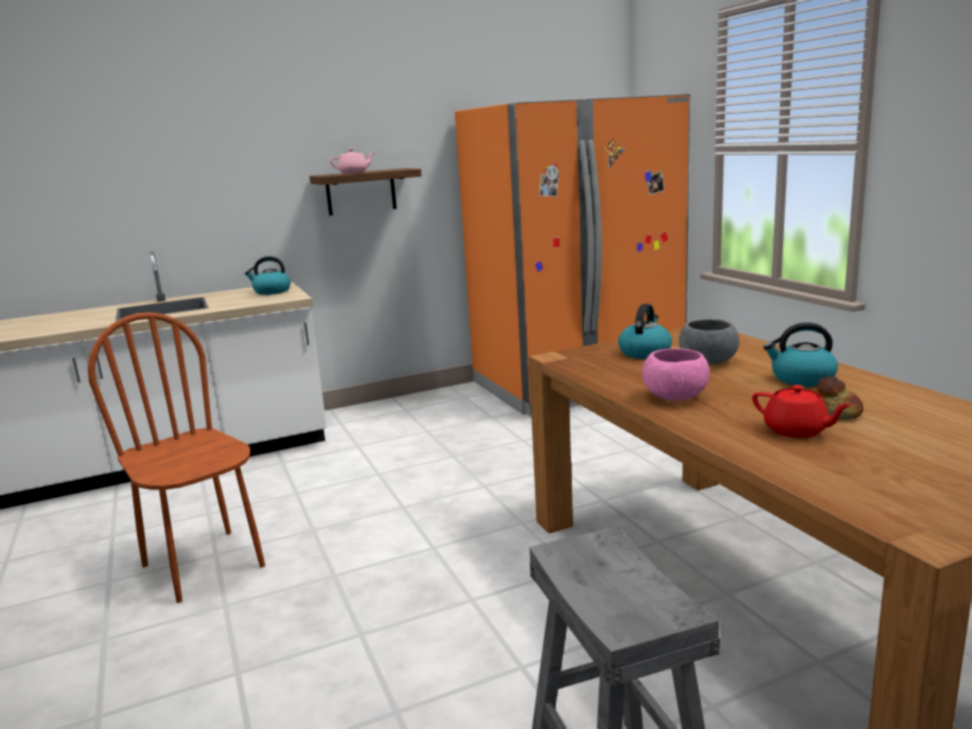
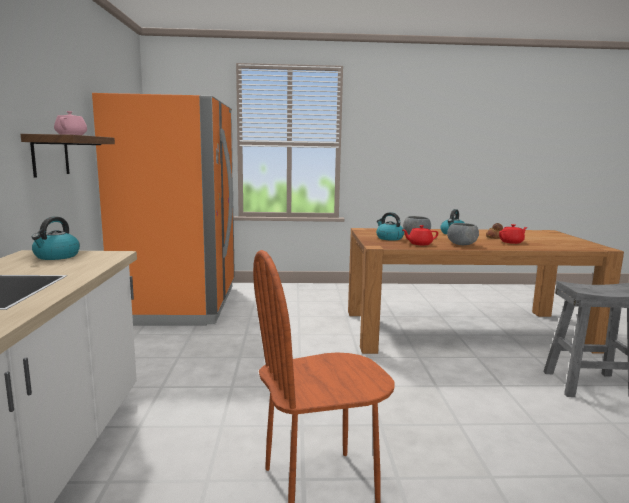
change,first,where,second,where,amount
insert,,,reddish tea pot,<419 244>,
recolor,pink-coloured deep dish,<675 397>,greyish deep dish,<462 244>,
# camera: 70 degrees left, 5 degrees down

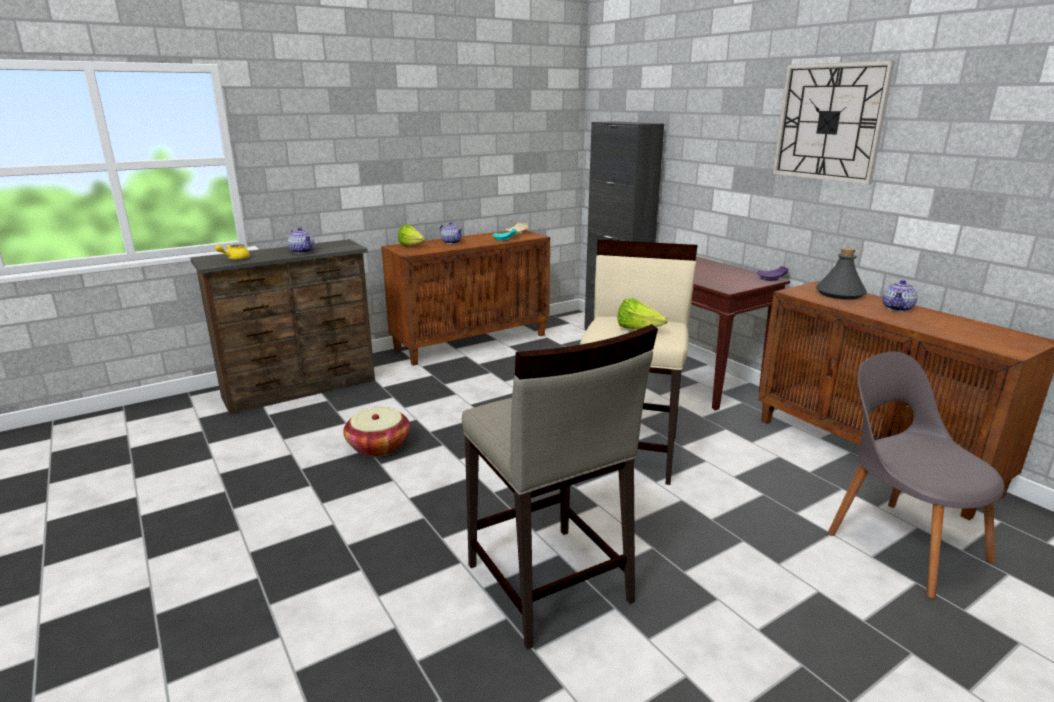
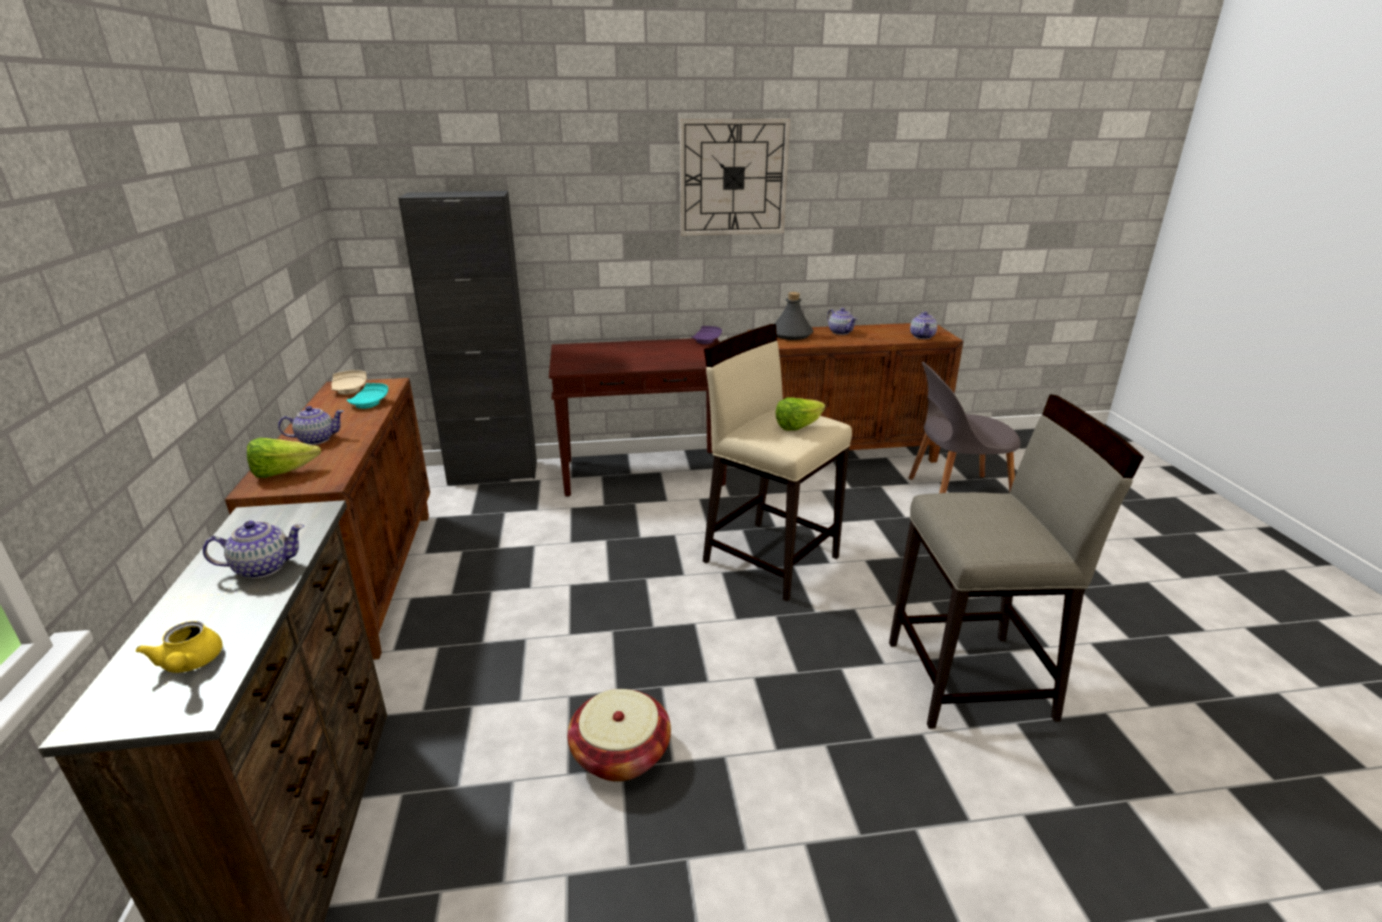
change,first,where,second,where,amount
insert,,,tea pot,<922 336>,
# camera: 65 degrees left, 5 degrees up

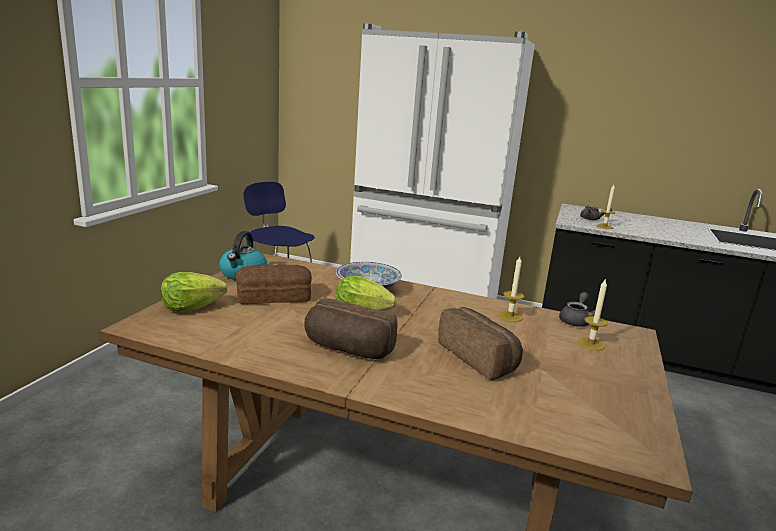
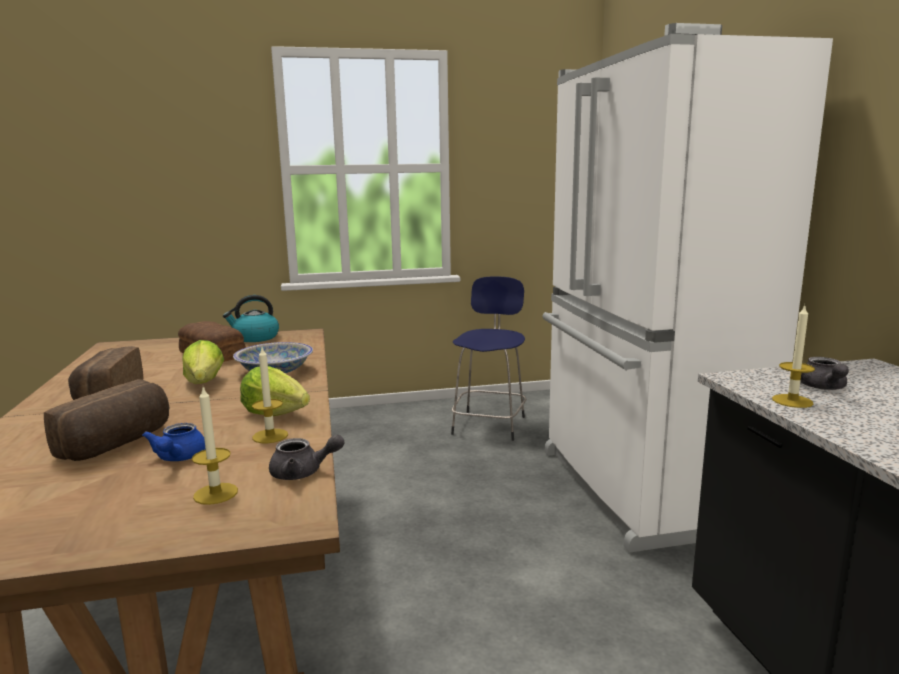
change,first,where,second,where,amount
insert,,,blue-coloured tea pot,<178 458>,
move,head of lettuce,<191 308>,,<275 414>,
# camera: 60 degrees right, 5 degrees down

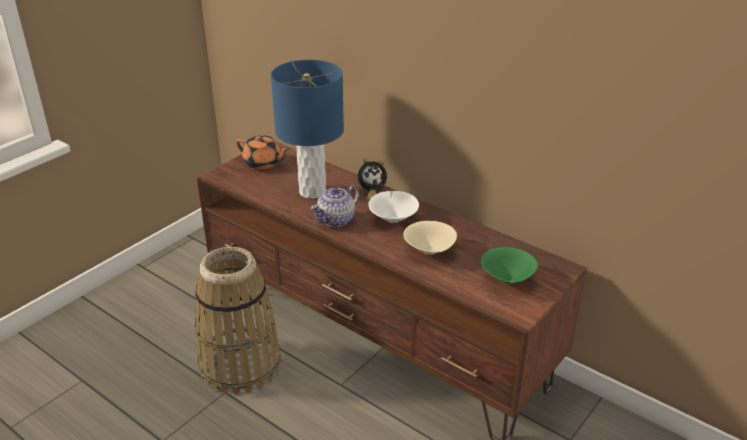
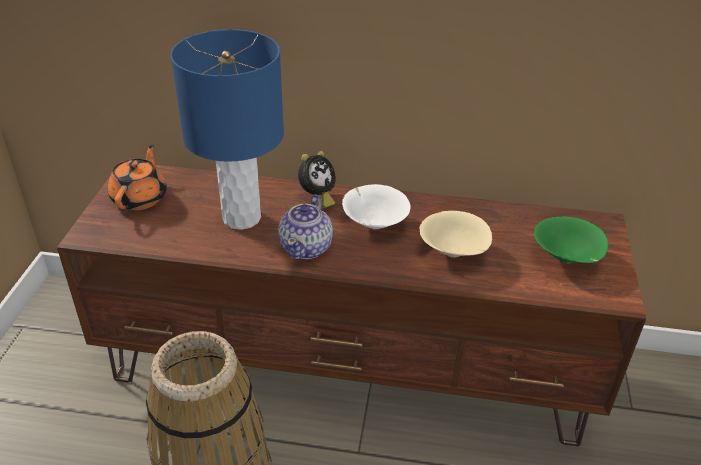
change,first,where,second,where,amount
rotate,orangey tea pot,<263 163>,,<140 198>,75 degrees counterclockwise
# camera: 30 degrees left, 5 degrees up

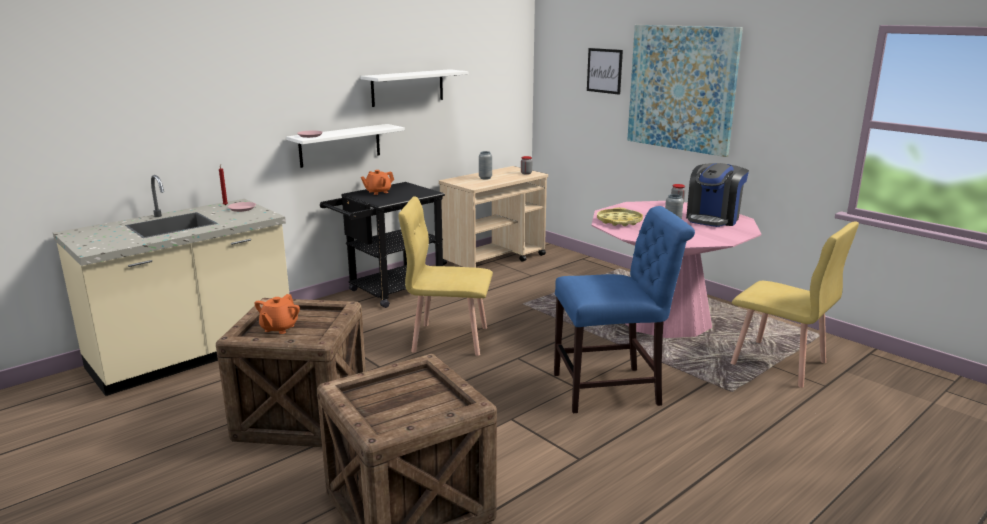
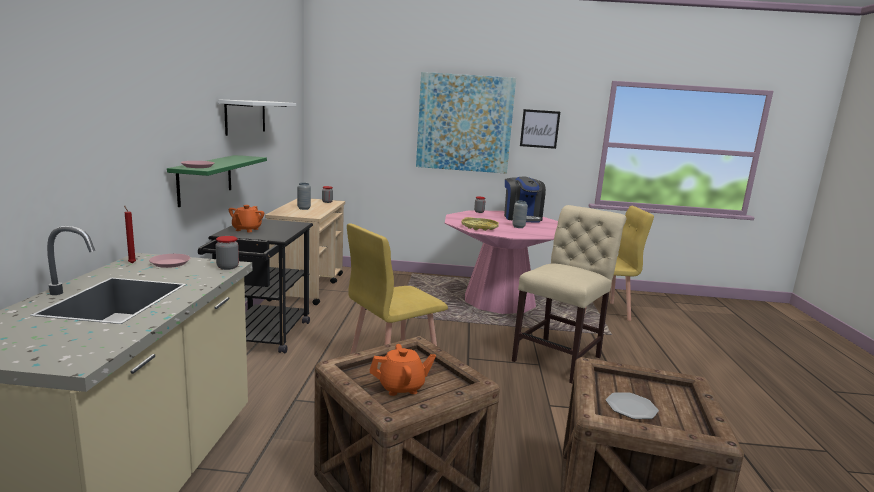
change,first,where,second,where,amount
recolor,white shelf,<340 145>,greenish shelf,<205 179>,
insert,,,preserve jar,<227 267>,
rotate,orangey tea pot,<279 328>,,<401 387>,75 degrees counterclockwise
recolor,blue-coloured plain chair,<613 389>,beige-coloured plain chair,<560 357>,
move,wall art,<604 70>,,<539 129>,
insert,,,dinner plate,<630 407>,
# camera: 45 degrees left, 5 degrees down

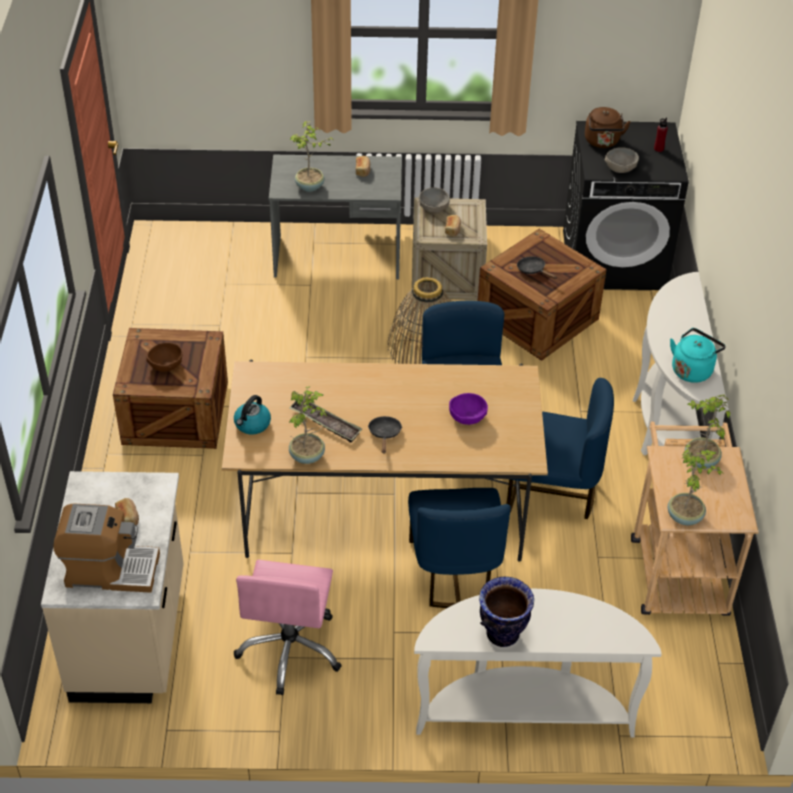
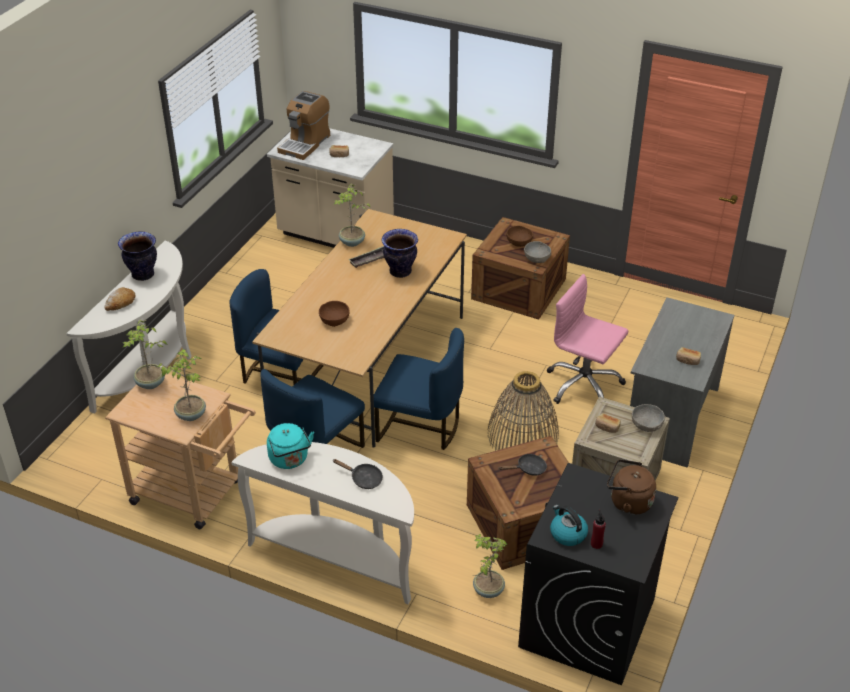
change,first,where,second,where,amount
insert,,,bakery bread,<120 303>,
recolor,purple-coloured deep dish,<467 417>,brown deep dish,<334 321>,
move,black-coloured pan,<385 434>,,<363 479>,
insert,,,decorative vase,<400 271>,
move,potted plant,<310 187>,,<487 590>,
move,greyish deep dish,<620 168>,,<537 259>,
move,pink-coloured desk chair,<290 649>,,<583 385>,
move,tea kettle,<252 424>,,<567 534>,
# camera: 115 degrees right, 5 degrees down

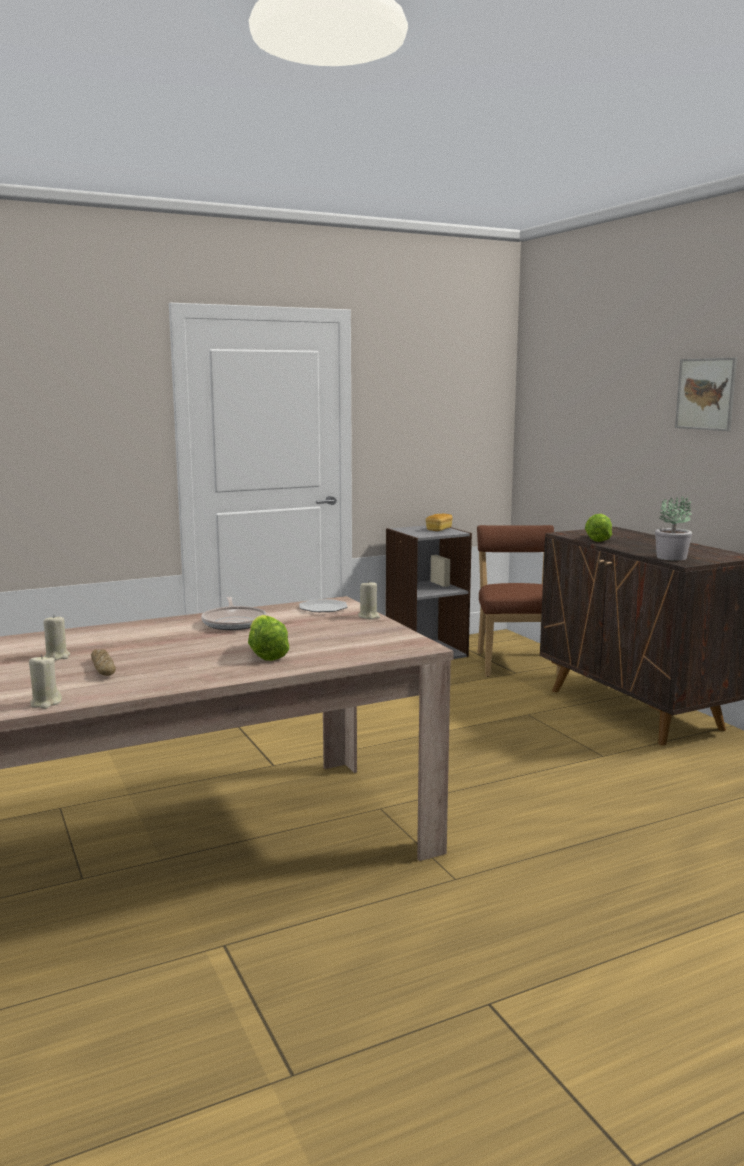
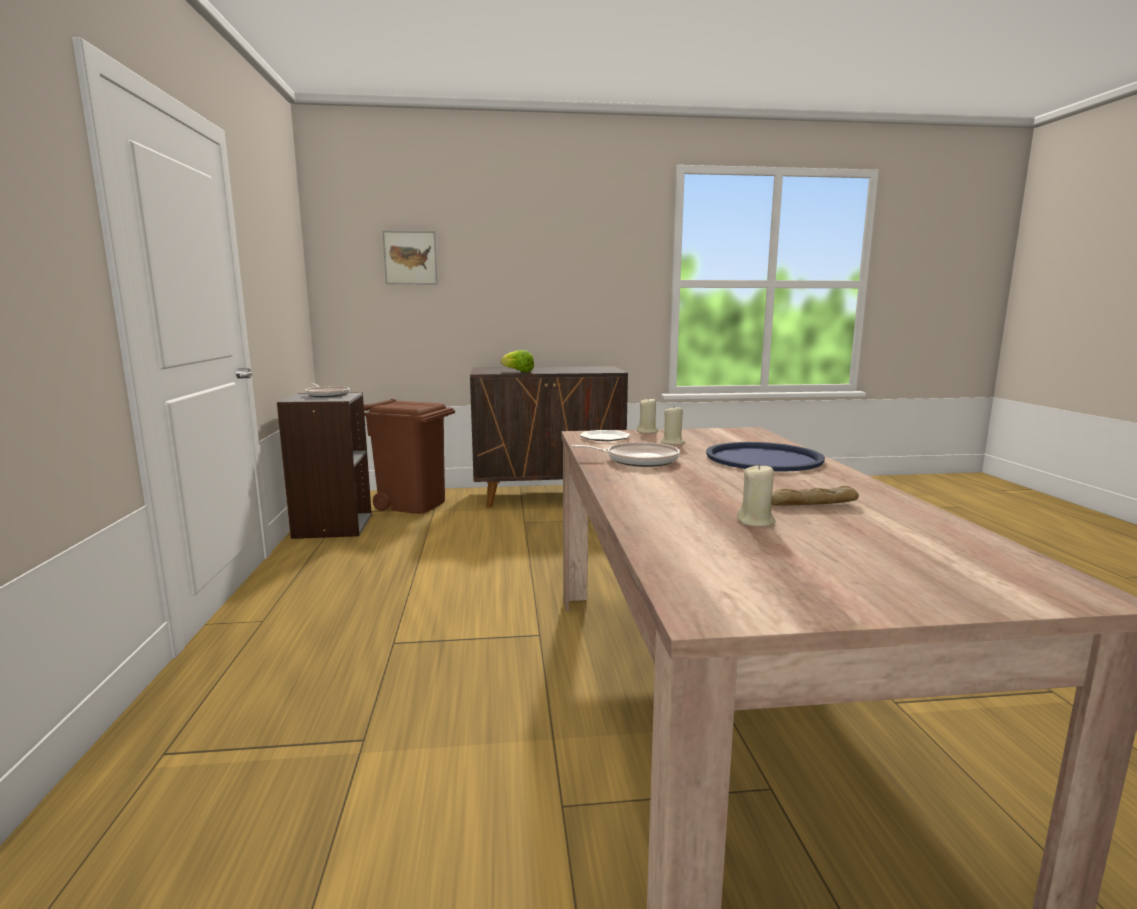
change,first,where,second,where,amount
replace,bakery bread,<439 529>,pan,<327 395>,
replace,brown plain chair,<516 663>,brown trash can,<413 504>,
move,wall art,<705 394>,,<410 257>,
move,beige-coloured wax candle,<45 703>,,<673 443>,
replace,head of lettuce,<266 654>,blue-coloured carrying tray,<763 458>,
delete,potted plant,<672 557>,,,
# camera: 70 degrees left, 0 degrees up

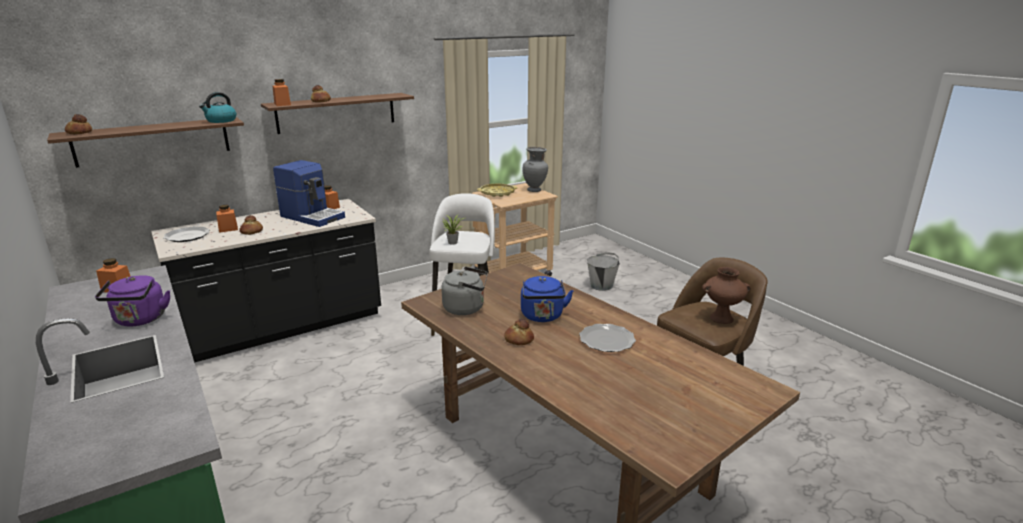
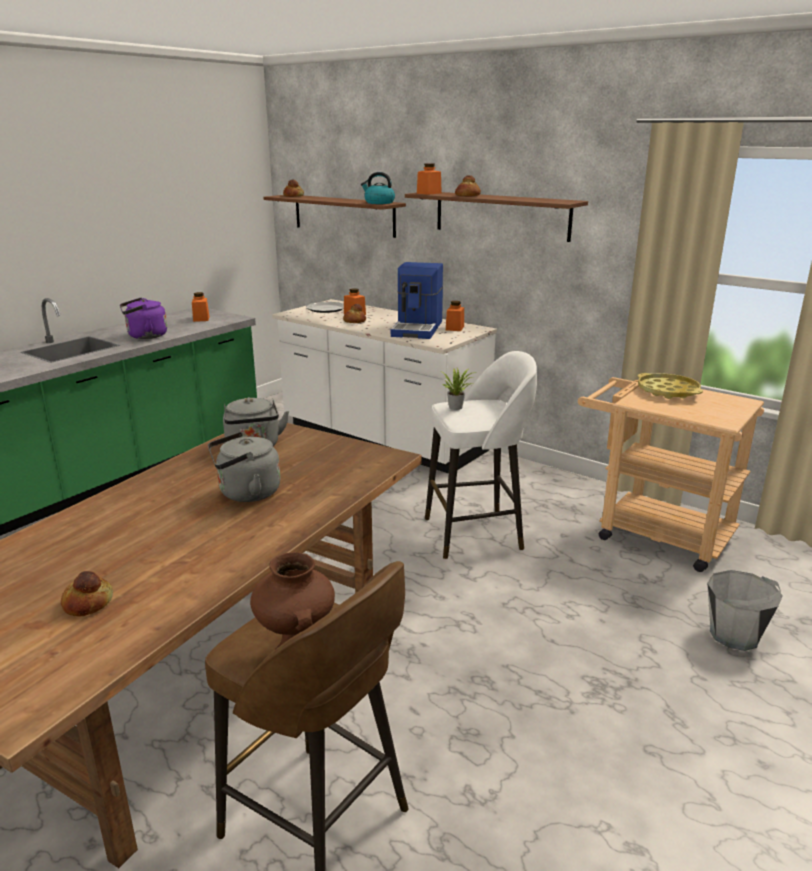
change,first,where,second,where,amount
move,bakery bread,<518 340>,,<87 603>,
recolor,blue-coloured tea kettle,<542 316>,greyish tea kettle,<246 493>,
recolor,black-coloured counter,<283 327>,white counter,<382 439>,
delete,greyish decorative vase,<534 190>,,,
delete,dinner plate,<607 340>,,,
# camera: 70 degrees right, 0 degrees up

